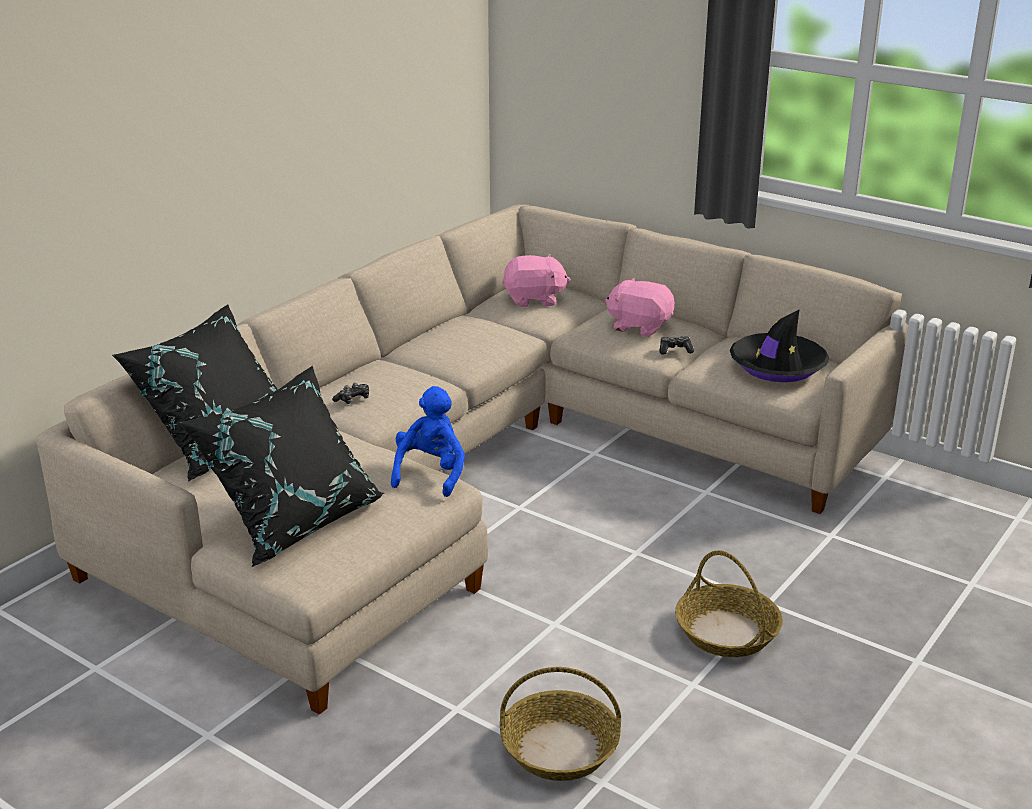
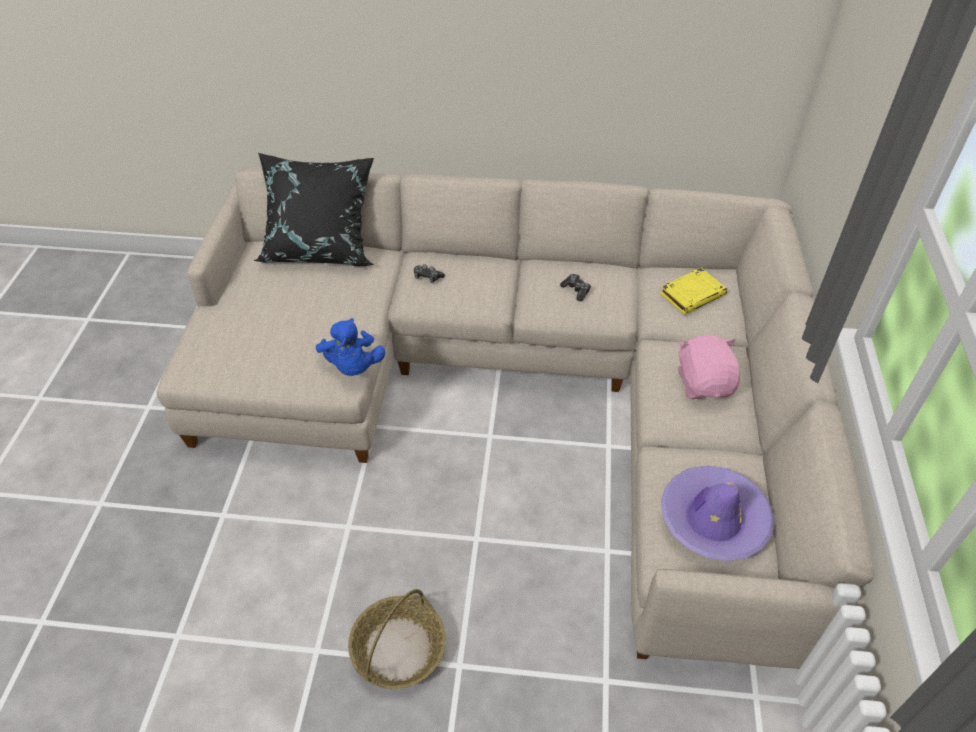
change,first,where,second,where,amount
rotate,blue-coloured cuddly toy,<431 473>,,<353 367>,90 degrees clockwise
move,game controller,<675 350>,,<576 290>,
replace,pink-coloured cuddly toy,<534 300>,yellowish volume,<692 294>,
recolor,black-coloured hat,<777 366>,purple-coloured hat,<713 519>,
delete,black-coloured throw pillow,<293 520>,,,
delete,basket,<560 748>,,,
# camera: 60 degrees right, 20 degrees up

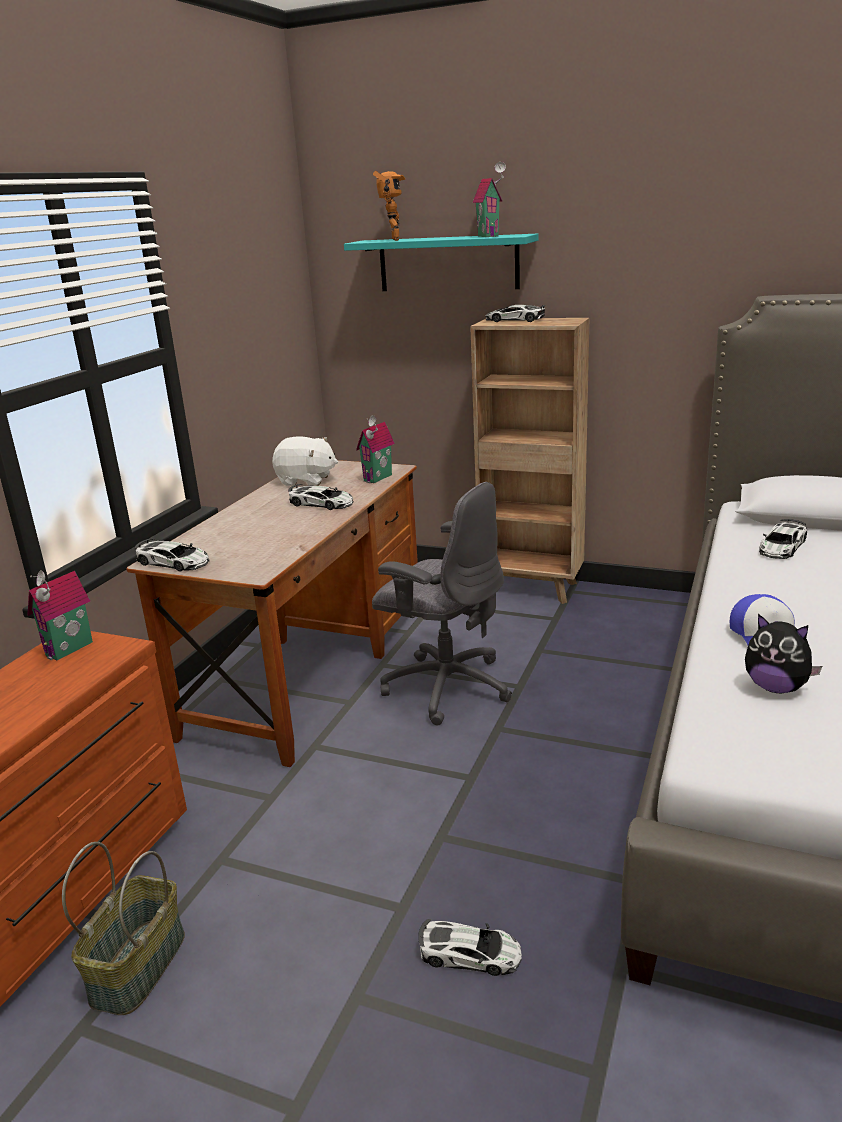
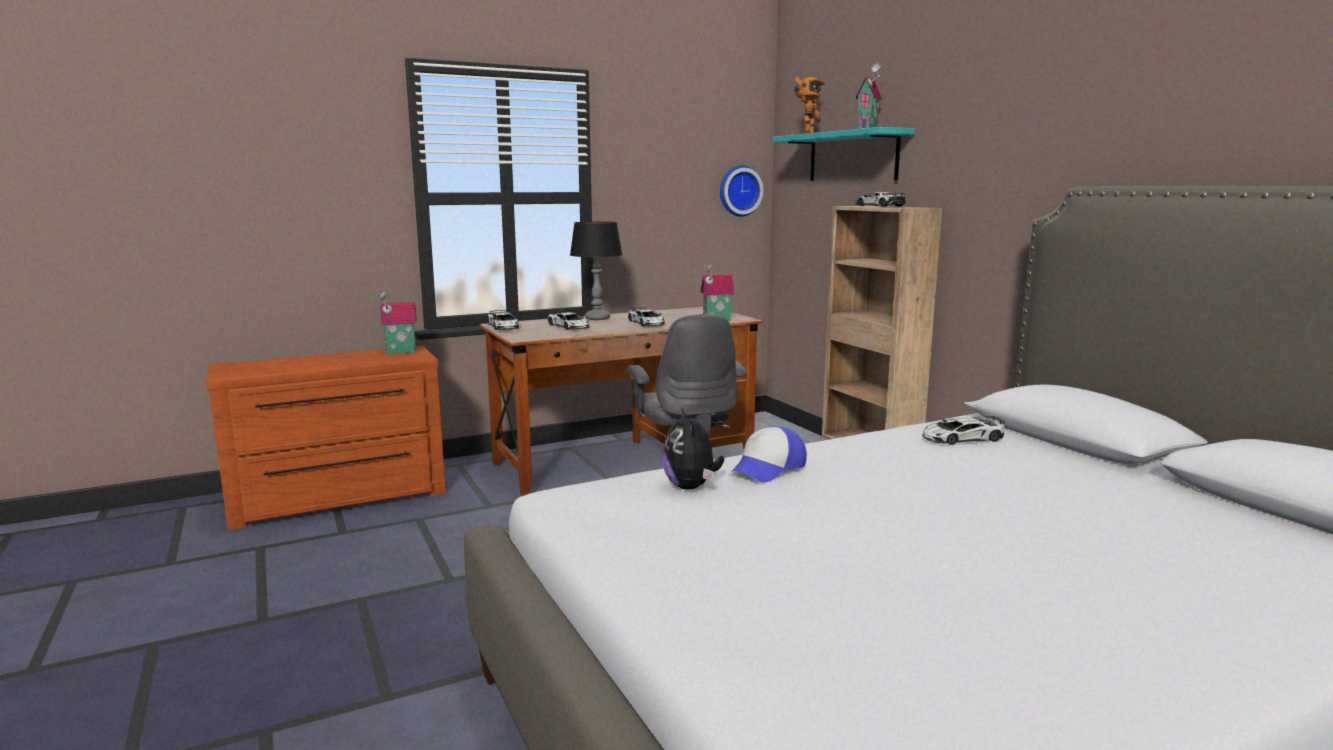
change,first,where,second,where,amount
move,toy car,<470 954>,,<569 326>,
insert,,,tabletop lamp,<597 318>,
insert,,,clock on the wall,<739 191>,
delete,basket,<137 966>,,,
delete,white cuddly toy,<306 480>,,,
# camera: 40 degrees right, 10 degrees down

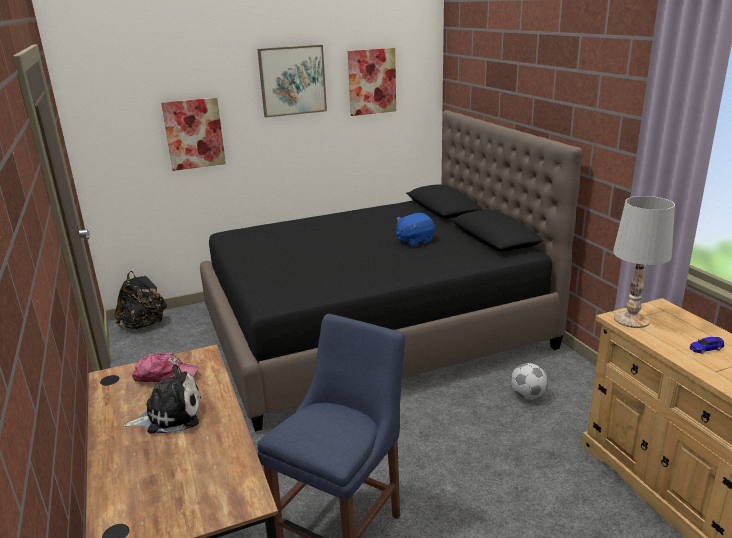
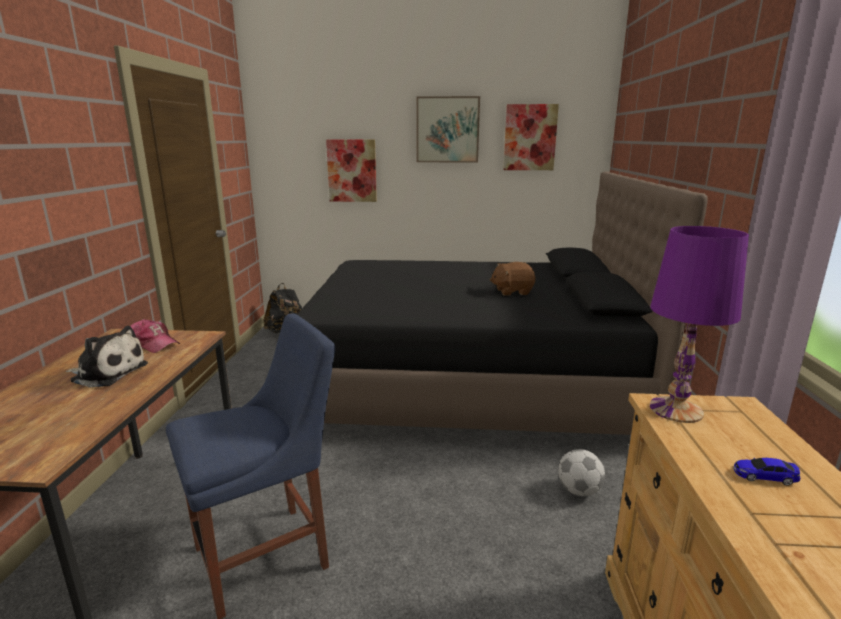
change,first,where,second,where,amount
recolor,blue-coloured cuddly toy,<414 241>,brown cuddly toy,<512 292>,
recolor,white tabletop lamp,<631 319>,purple-coloured tabletop lamp,<675 409>,
# camera: 25 degrees right, 5 degrees down

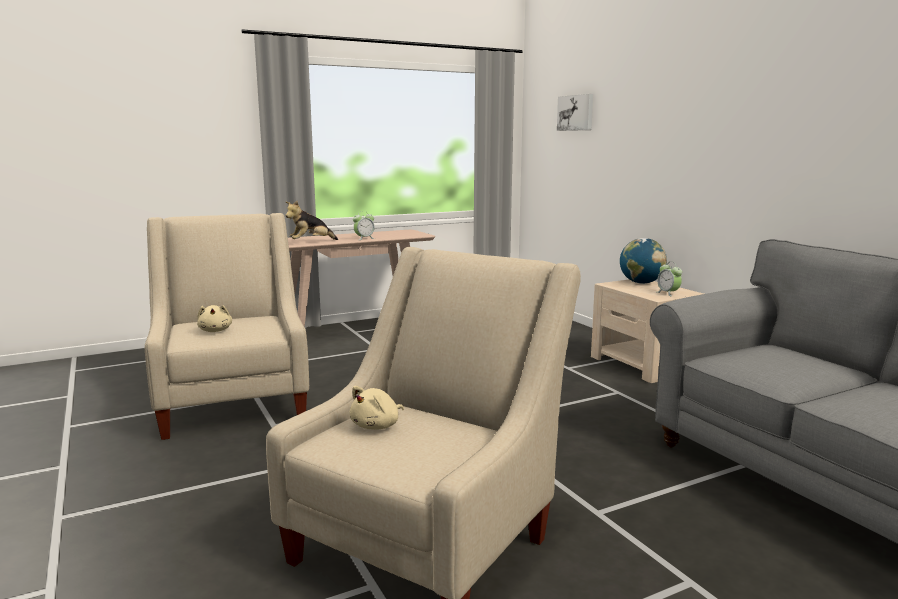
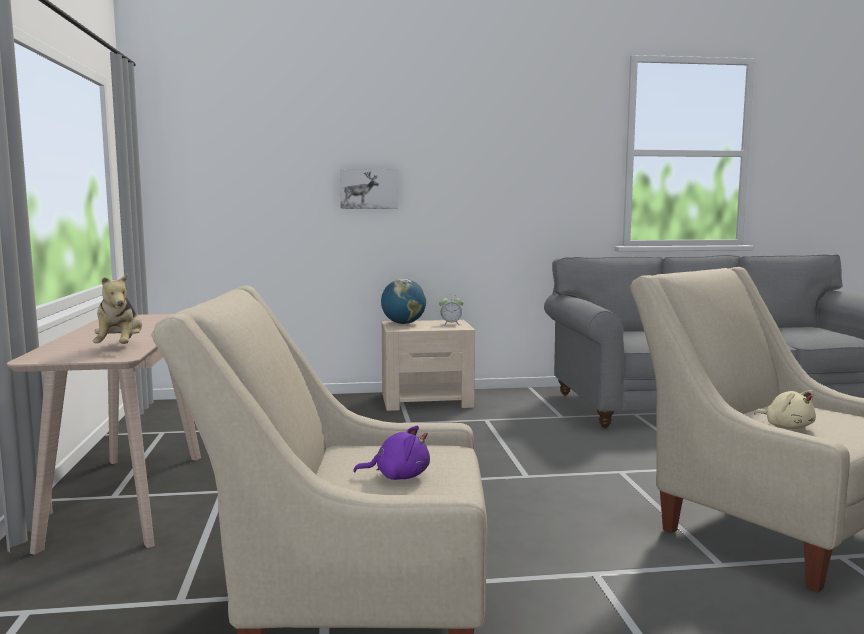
change,first,where,second,where,amount
move,wall art,<576 113>,,<368 189>,
recolor,beige-coloured cuddly toy,<215 330>,purple-coloured cuddly toy,<398 476>,
delete,table clock,<364 238>,,,
# camera: 70 degrees left, 5 degrees down

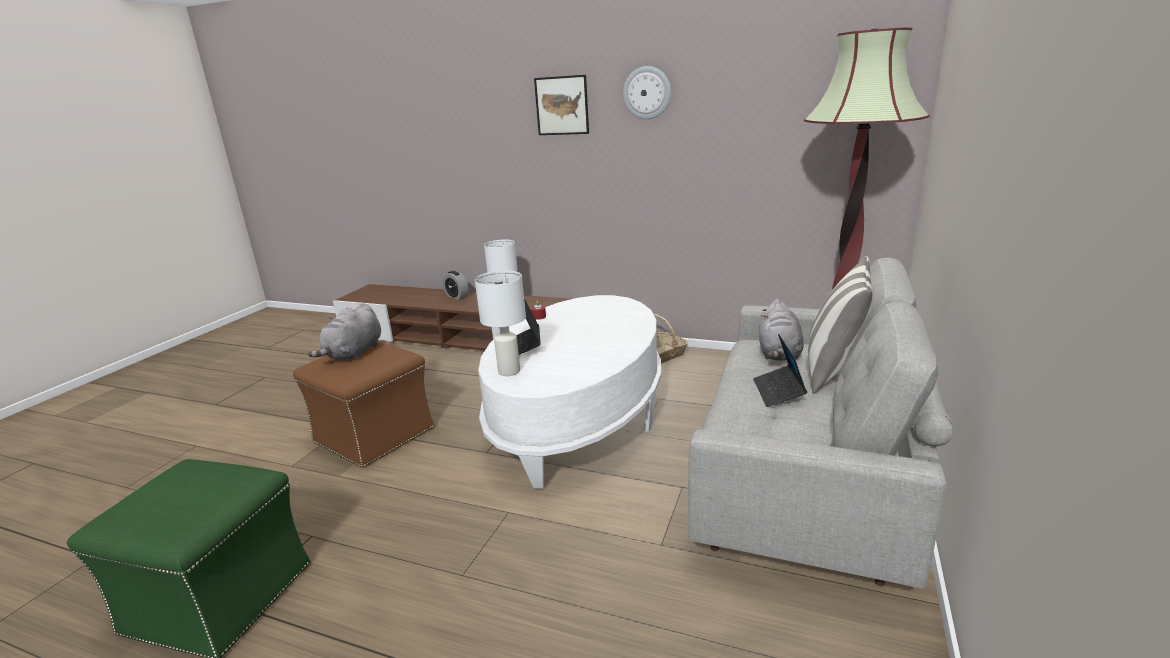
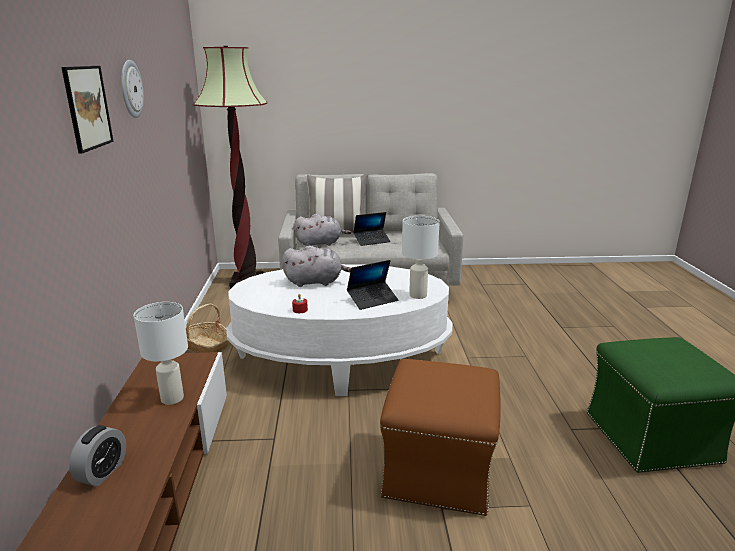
change,first,where,second,where,amount
move,greyish cuddly toy,<353 354>,,<316 282>,
# camera: 115 degrees left, 0 degrees up

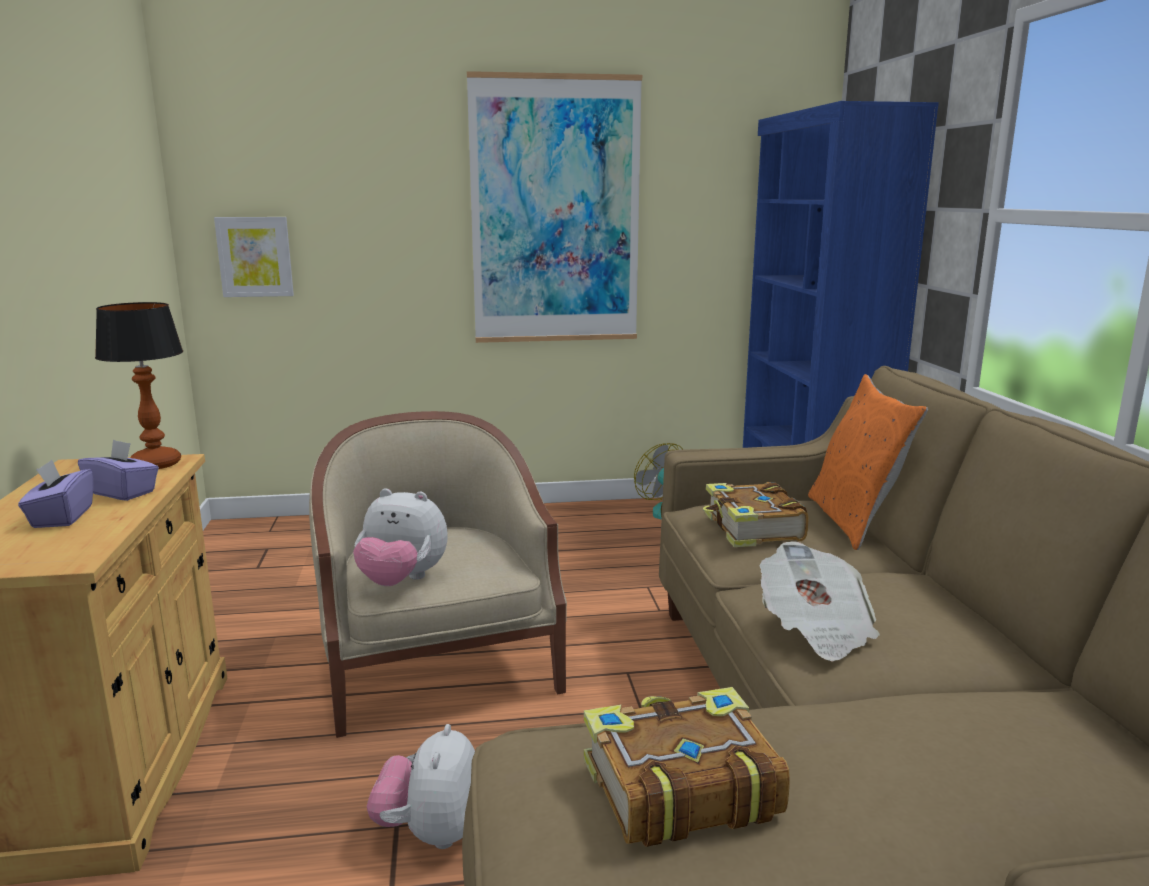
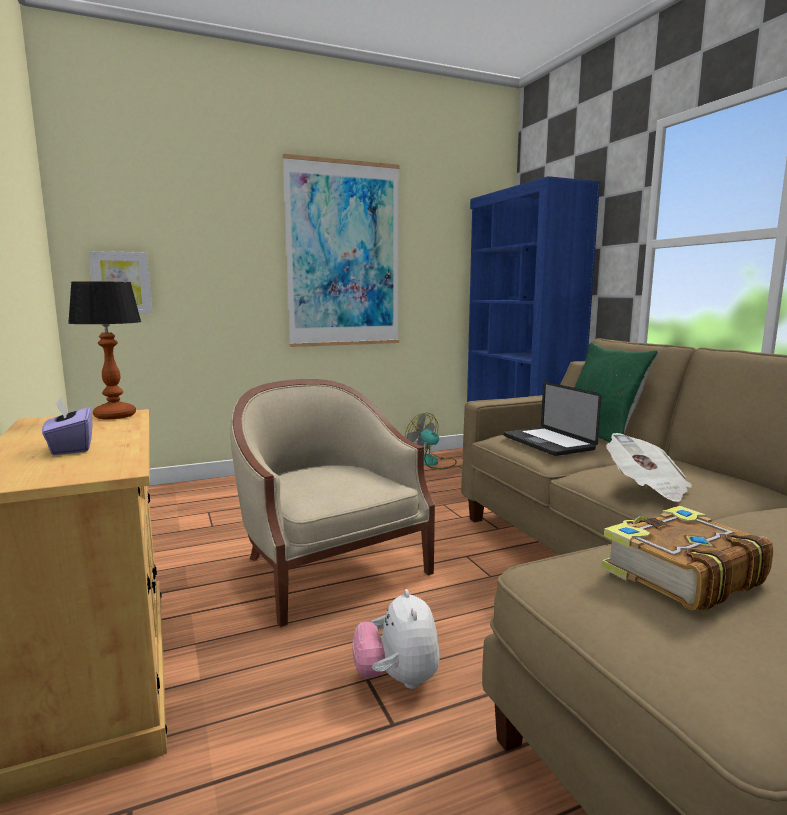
change,first,where,second,where,amount
replace,volume,<752 529>,notebook computer,<547 443>,
recolor,orangey throw pillow,<854 521>,greenish throw pillow,<601 435>,
delete,purple-coloured tissue holder,<123 492>,,,
delete,cuddly toy,<402 581>,,,
# camera: 15 degrees left, 5 degrees down

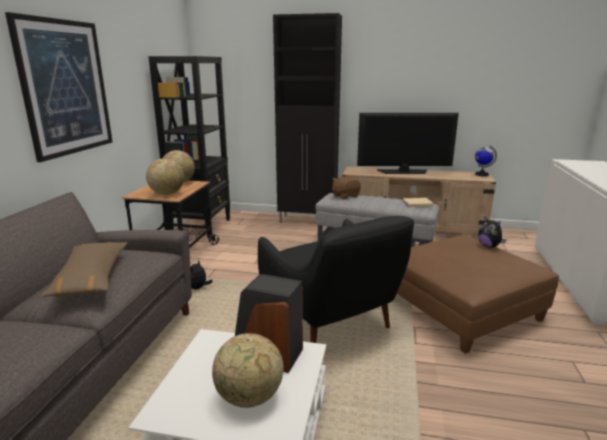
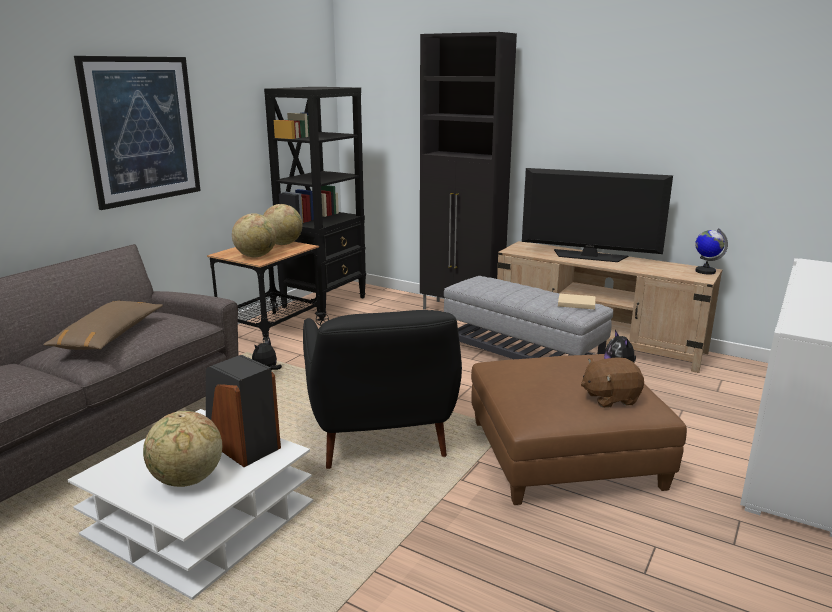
change,first,where,second,where,amount
move,brown cuddly toy,<345 196>,,<610 398>,
# camera: 20 degrees right, 0 degrees up

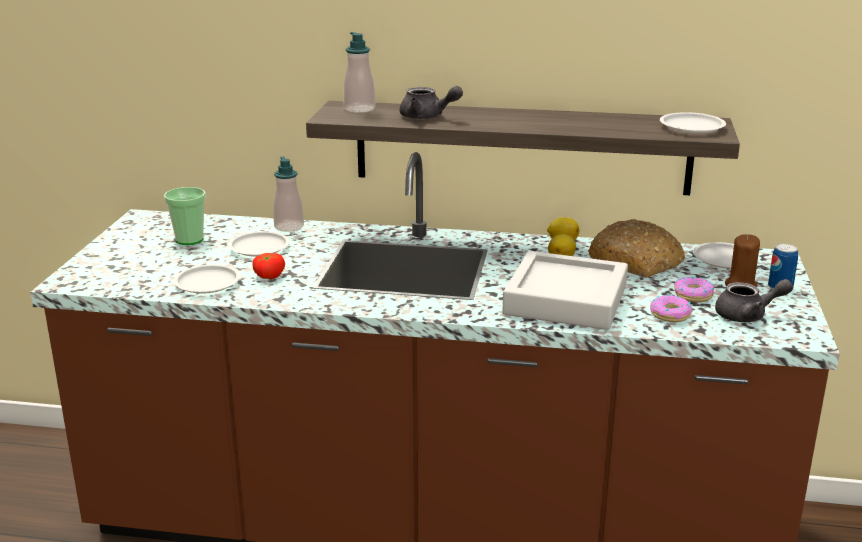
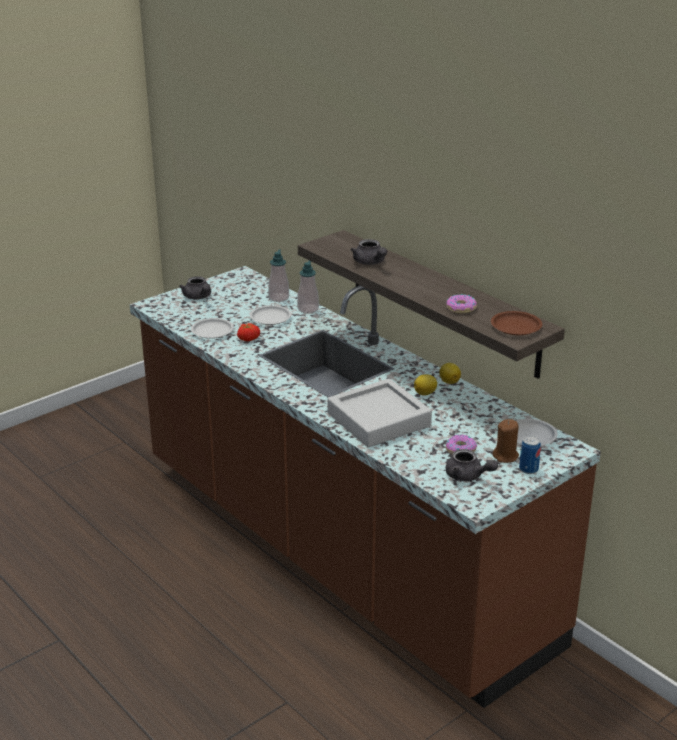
change,first,where,second,where,amount
insert,,,greyish tea pot,<198 297>,
move,liquid soap bottle,<359 109>,,<279 298>,
move,ring doughnut,<671 315>,,<461 308>,
recolor,white dinner plate,<692 127>,brown dinner plate,<516 327>,
delete,small cup,<189 240>,,,
delete,bakery bread,<636 262>,,,
# camera: 40 degrees right, 5 degrees up

